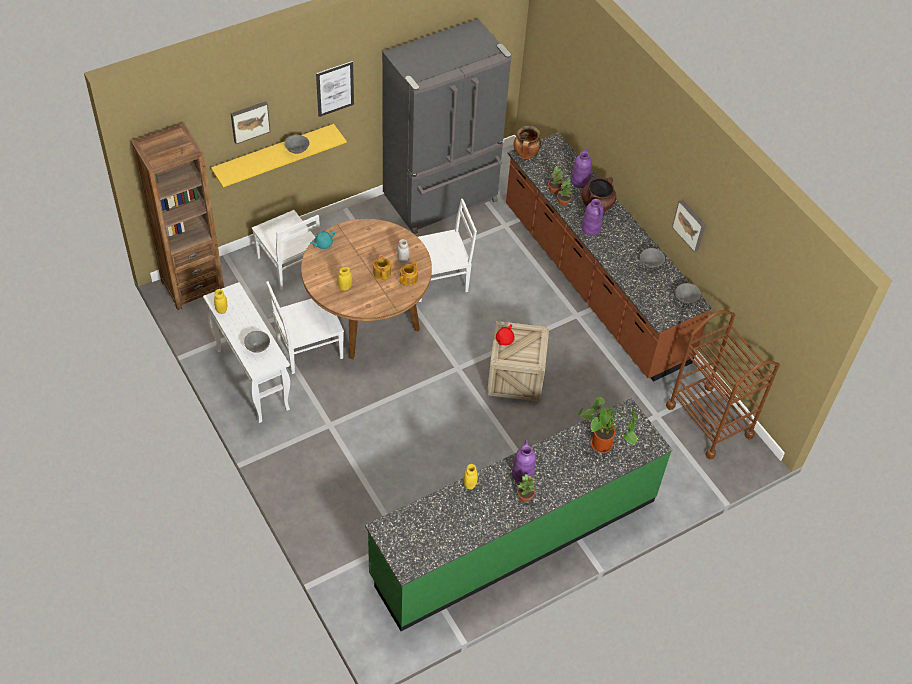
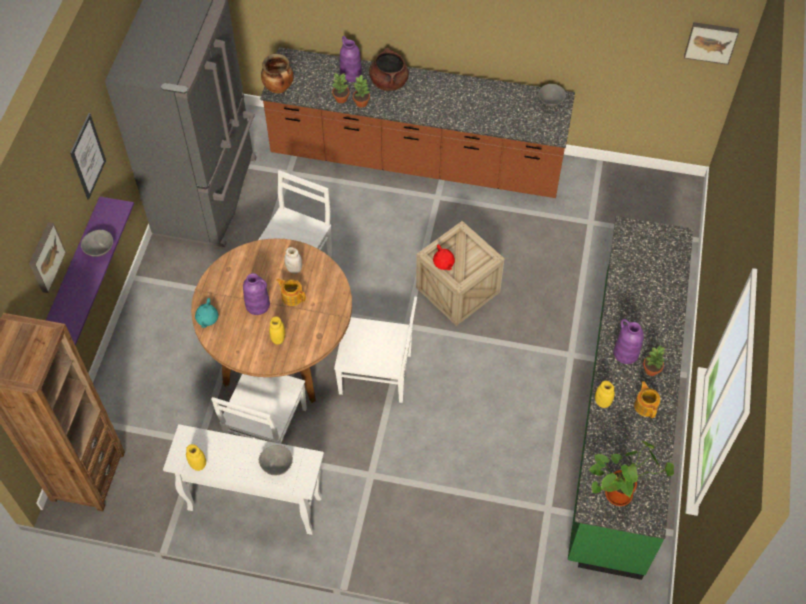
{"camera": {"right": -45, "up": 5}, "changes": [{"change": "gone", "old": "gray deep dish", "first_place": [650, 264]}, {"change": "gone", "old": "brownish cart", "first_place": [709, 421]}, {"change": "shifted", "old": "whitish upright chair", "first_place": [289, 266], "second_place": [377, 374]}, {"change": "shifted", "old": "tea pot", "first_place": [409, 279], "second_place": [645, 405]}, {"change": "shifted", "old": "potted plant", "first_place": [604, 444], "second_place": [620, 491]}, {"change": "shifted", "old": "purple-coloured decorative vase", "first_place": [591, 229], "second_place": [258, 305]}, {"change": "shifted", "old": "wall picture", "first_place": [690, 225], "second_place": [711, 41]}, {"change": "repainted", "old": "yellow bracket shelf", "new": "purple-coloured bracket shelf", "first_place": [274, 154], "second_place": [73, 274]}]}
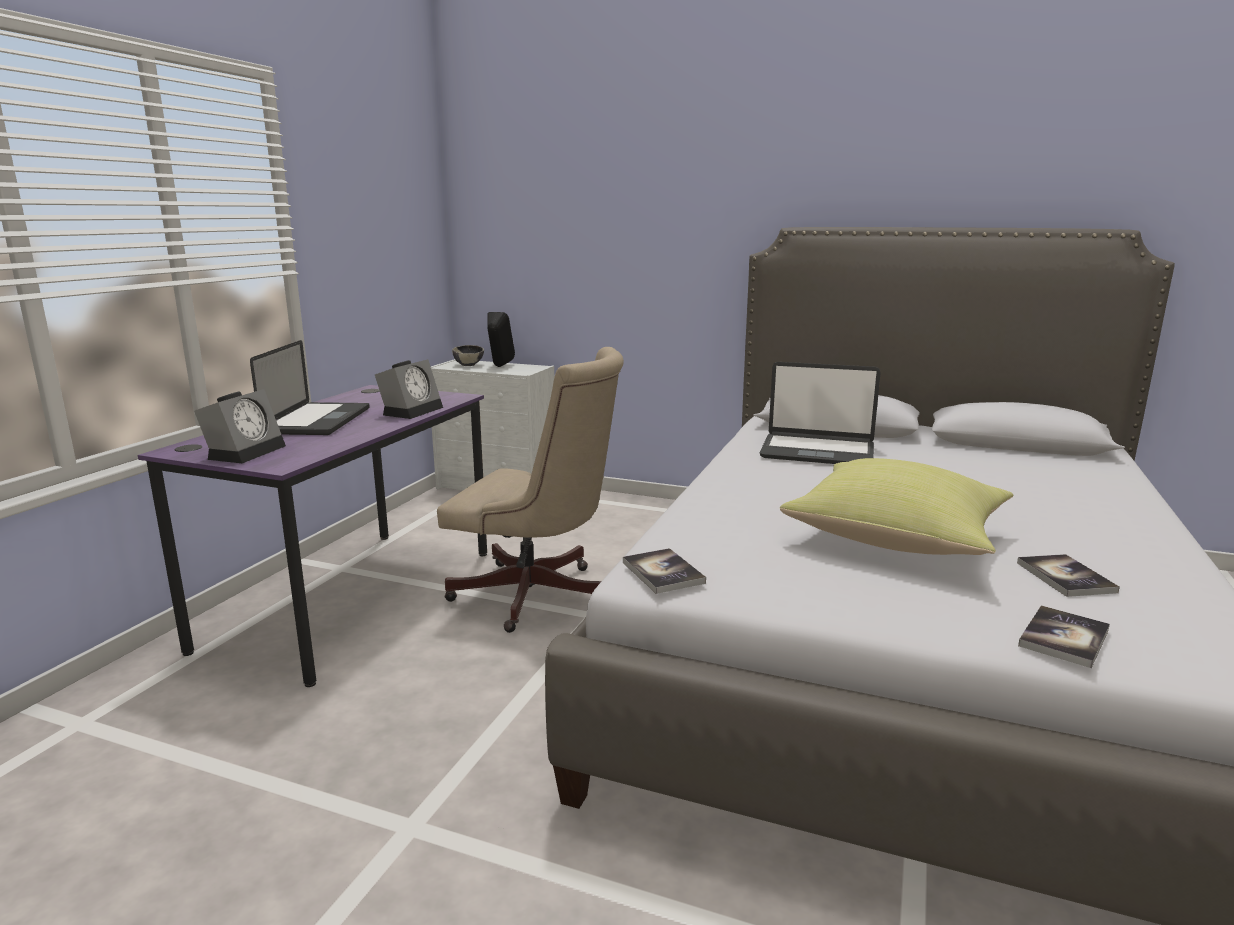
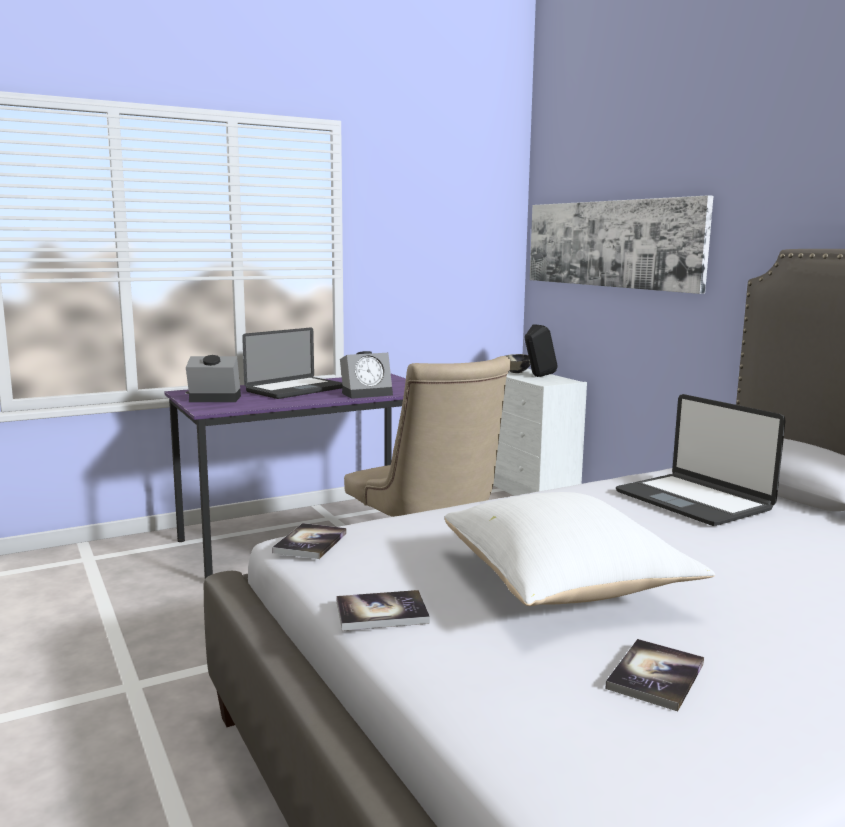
{"camera": {"right": 40, "up": -5}, "changes": [{"change": "new", "new": "wall picture", "second_place": [611, 243]}, {"change": "shifted", "old": "bound book", "first_place": [1064, 638], "second_place": [381, 612]}, {"change": "repainted", "old": "yellow throw pillow", "new": "whitish throw pillow", "first_place": [898, 539], "second_place": [566, 587]}, {"change": "rotated", "old": "alarm clock", "first_place": [246, 451], "second_place": [213, 399], "degrees": -150}]}
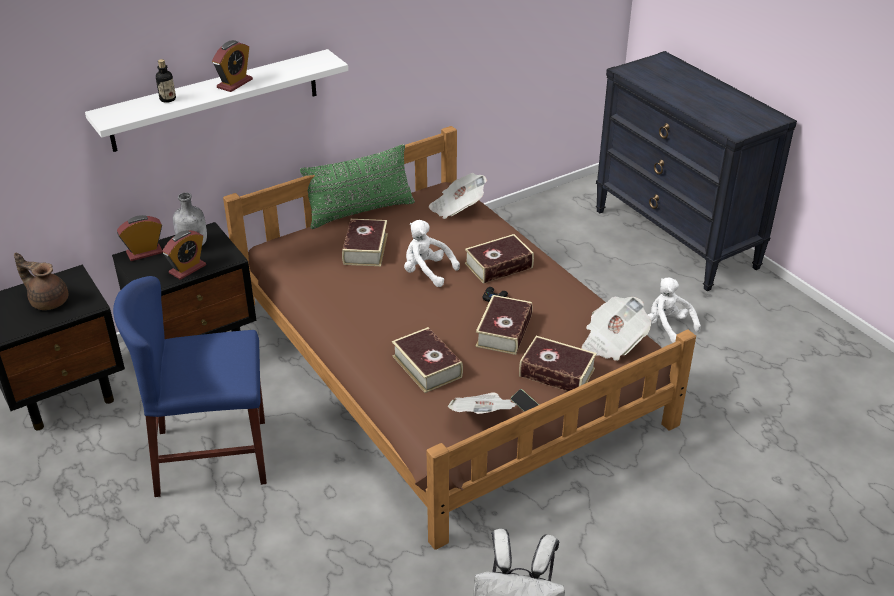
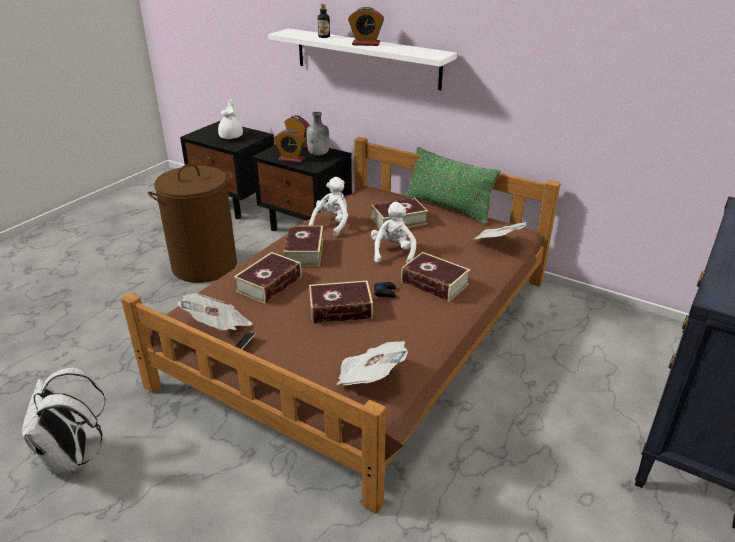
{"camera": {"right": 65, "up": -5}, "changes": [{"change": "shifted", "old": "bound book", "first_place": [557, 372], "second_place": [304, 252]}, {"change": "shifted", "old": "whitish soft toy", "first_place": [668, 326], "second_place": [332, 224]}, {"change": "swapped", "old": "blue upright chair", "new": "brownish washing basket", "first_place": [212, 456], "second_place": [204, 265]}, {"change": "repainted", "old": "brownish tea pot", "new": "whitish tea pot", "first_place": [48, 300], "second_place": [232, 136]}]}
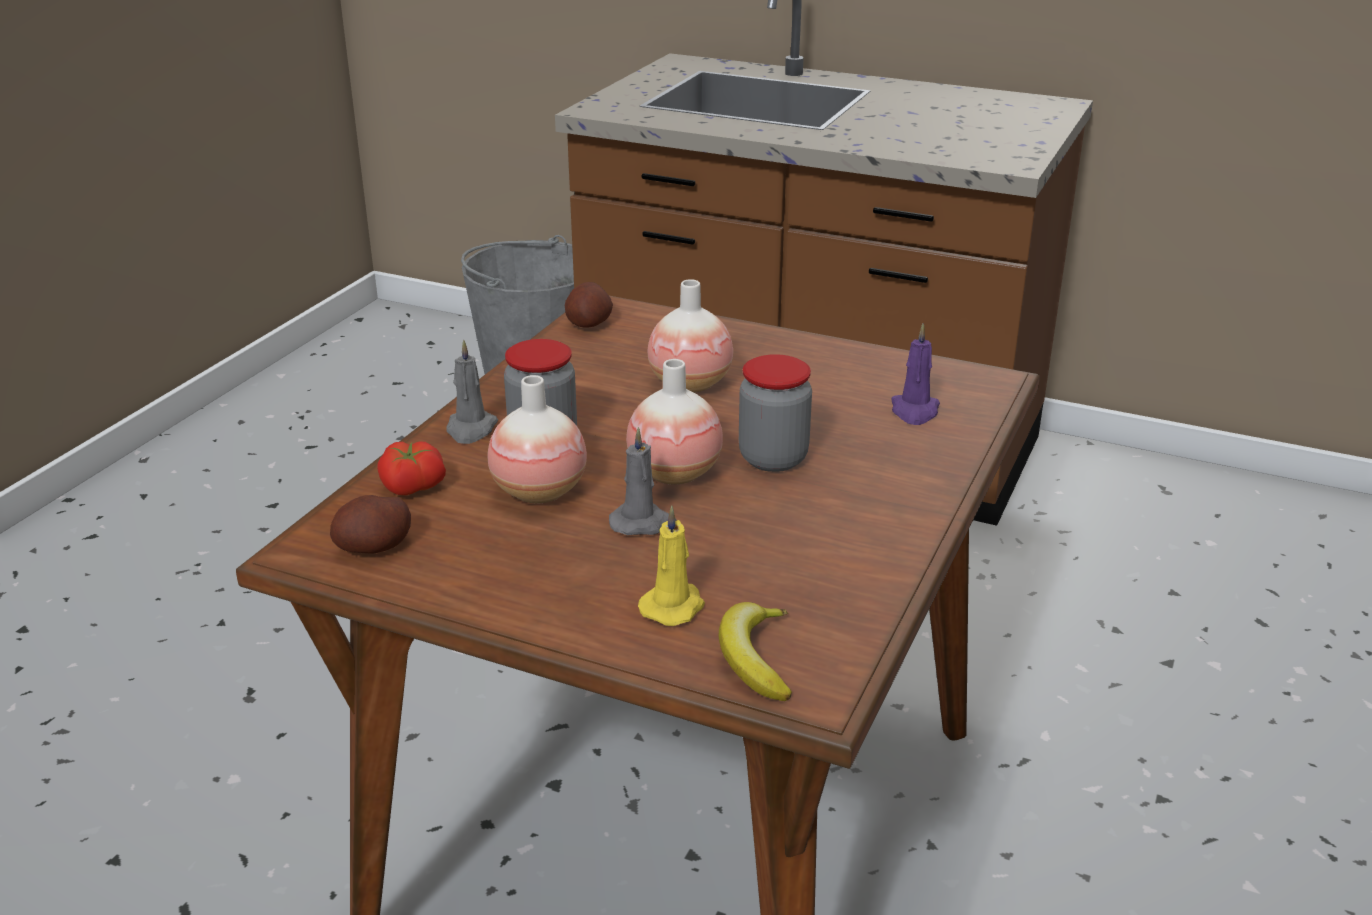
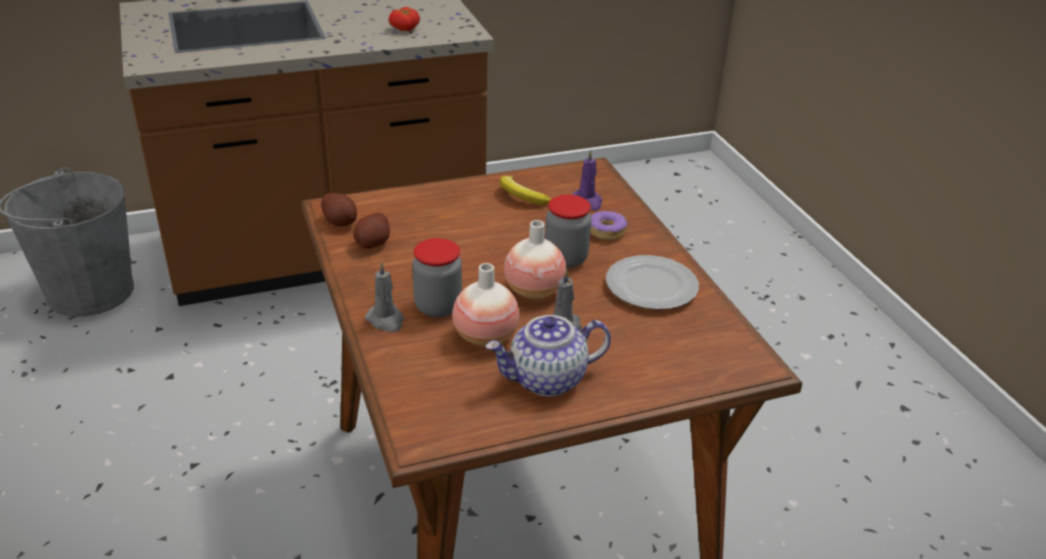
{"camera": {"right": -45, "up": 5}, "changes": [{"change": "gone", "old": "yellow wax candle", "first_place": [674, 606]}, {"change": "gone", "old": "decorative vase", "first_place": [690, 384]}, {"change": "new", "new": "tea pot", "second_place": [547, 380]}, {"change": "new", "new": "donut", "second_place": [606, 231]}, {"change": "new", "new": "flat dish", "second_place": [650, 287]}, {"change": "shifted", "old": "spud", "first_place": [374, 547], "second_place": [373, 243]}, {"change": "shifted", "old": "fresh tomato", "first_place": [411, 488], "second_place": [405, 29]}, {"change": "shifted", "old": "banana fruit", "first_place": [755, 658], "second_place": [521, 196]}]}
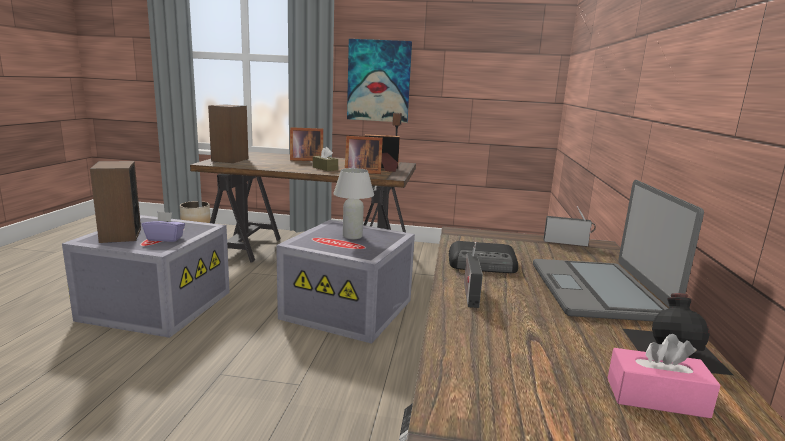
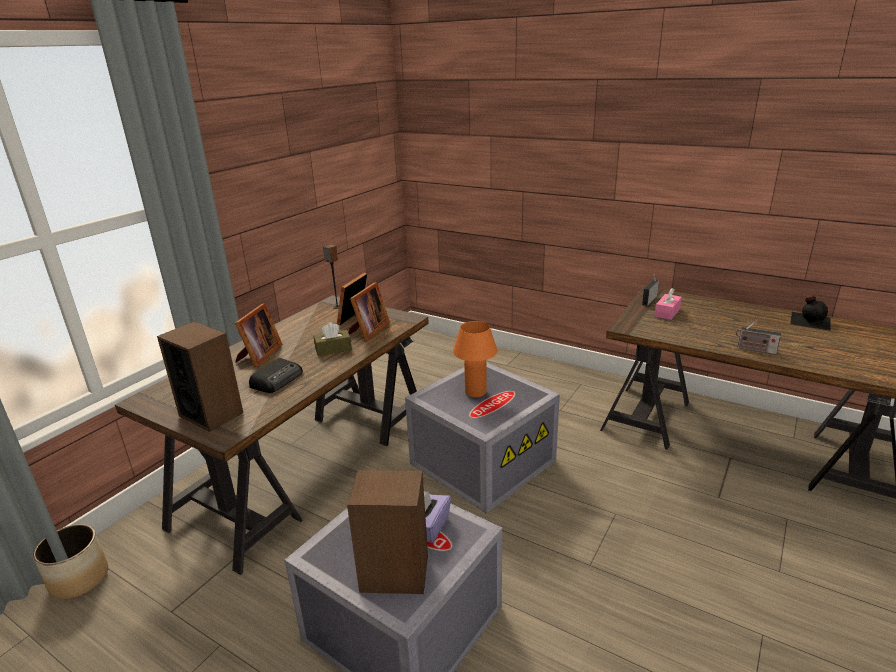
{"camera": {"right": -65, "up": 10}, "changes": [{"change": "gone", "old": "wall picture", "first_place": [379, 81]}, {"change": "gone", "old": "portable computer", "first_place": [598, 291]}, {"change": "shifted", "old": "radio", "first_place": [483, 264], "second_place": [277, 379]}, {"change": "shifted", "old": "pink tissue holder", "first_place": [656, 397], "second_place": [667, 312]}, {"change": "repainted", "old": "whitish table lamp", "new": "orange table lamp", "first_place": [352, 236], "second_place": [475, 392]}]}
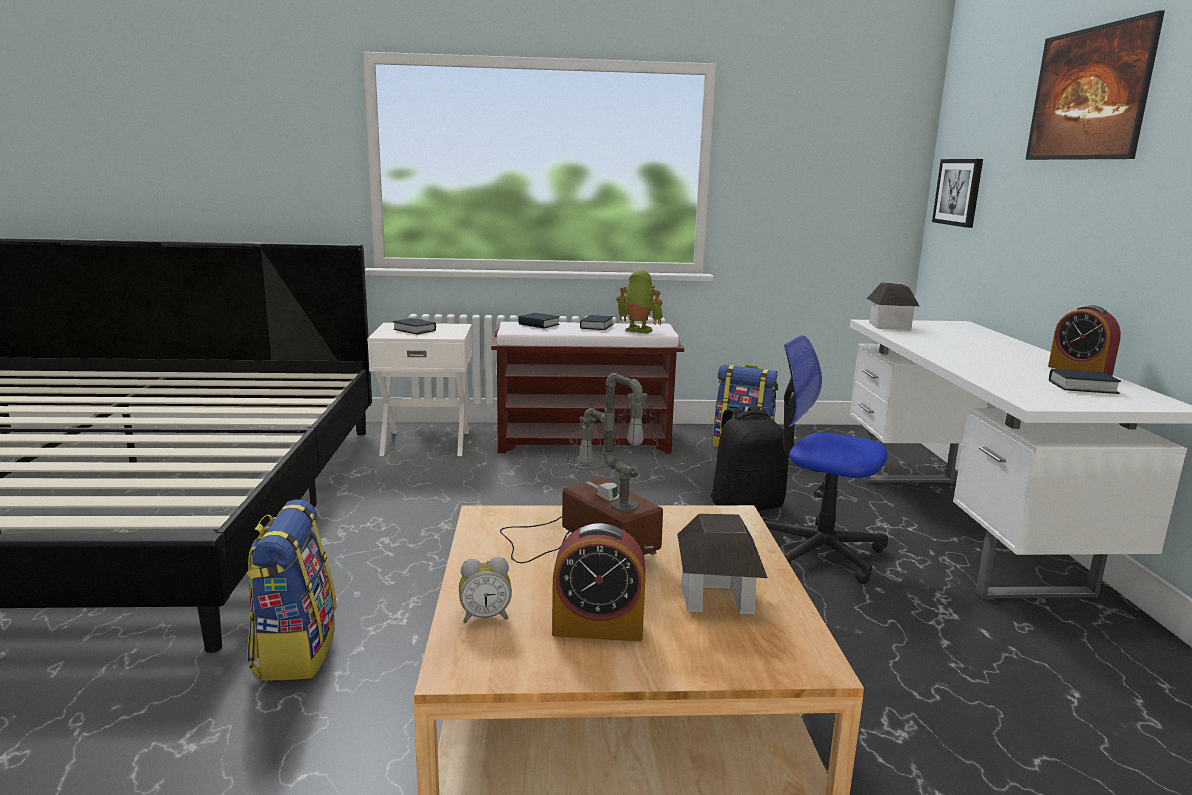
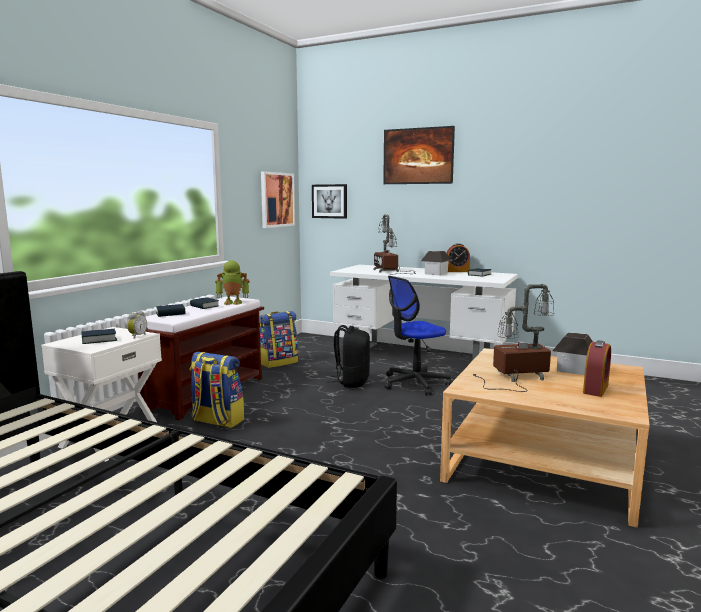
{"camera": {"right": -60, "up": -5}, "changes": [{"change": "new", "new": "wall picture", "second_place": [277, 199]}, {"change": "new", "new": "table lamp", "second_place": [390, 271]}, {"change": "shifted", "old": "rucksack", "first_place": [294, 650], "second_place": [216, 421]}, {"change": "shifted", "old": "alarm clock", "first_place": [485, 616], "second_place": [137, 336]}, {"change": "shifted", "old": "miniature house", "first_place": [889, 326], "second_place": [436, 273]}, {"change": "rotated", "old": "model robot", "first_place": [637, 331], "second_place": [233, 302], "degrees": -150}]}
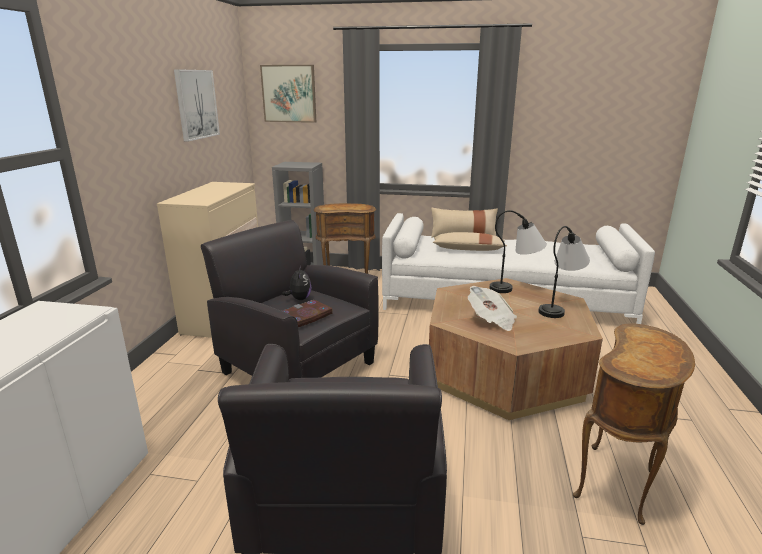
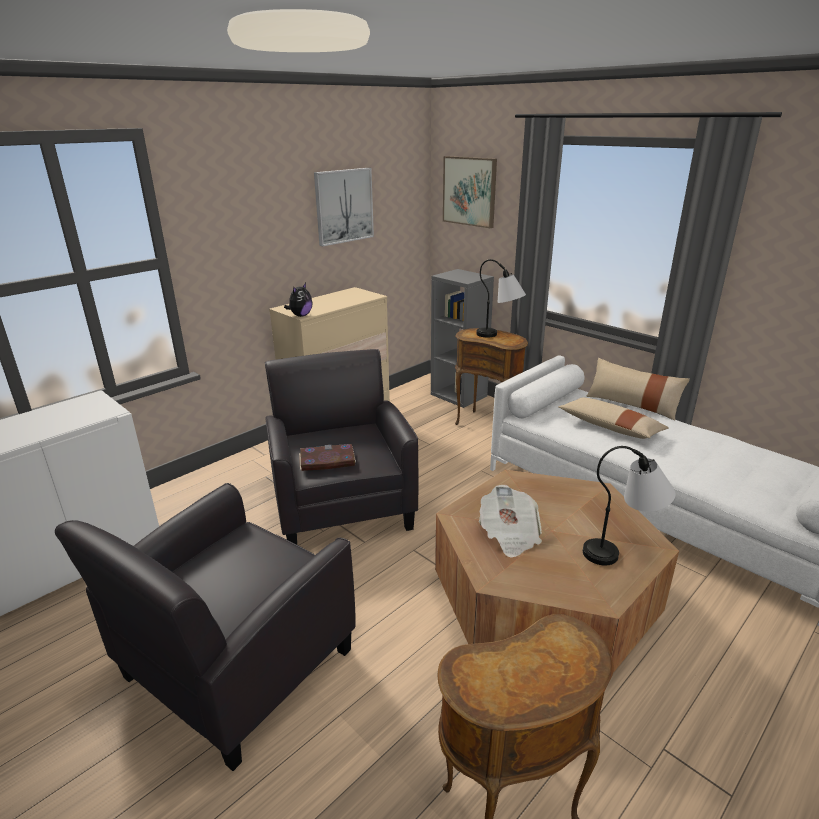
{"camera": {"right": 35, "up": 5}, "changes": [{"change": "shifted", "old": "soft toy", "first_place": [299, 299], "second_place": [300, 315]}, {"change": "shifted", "old": "table lamp", "first_place": [516, 288], "second_place": [499, 336]}]}
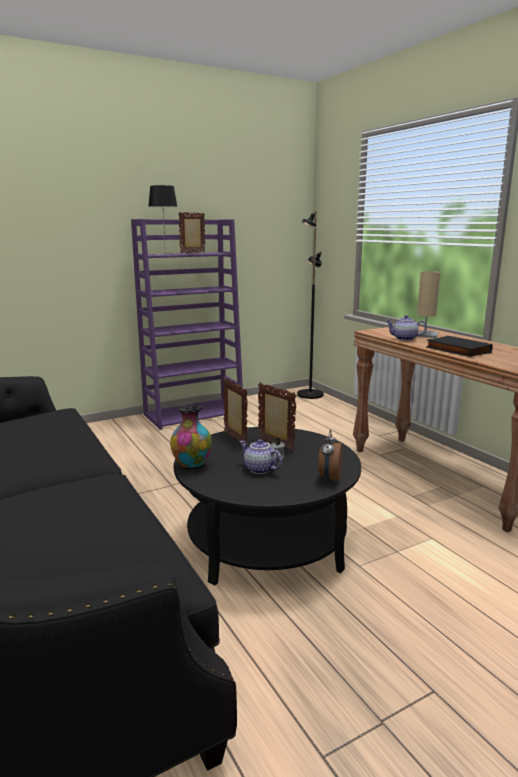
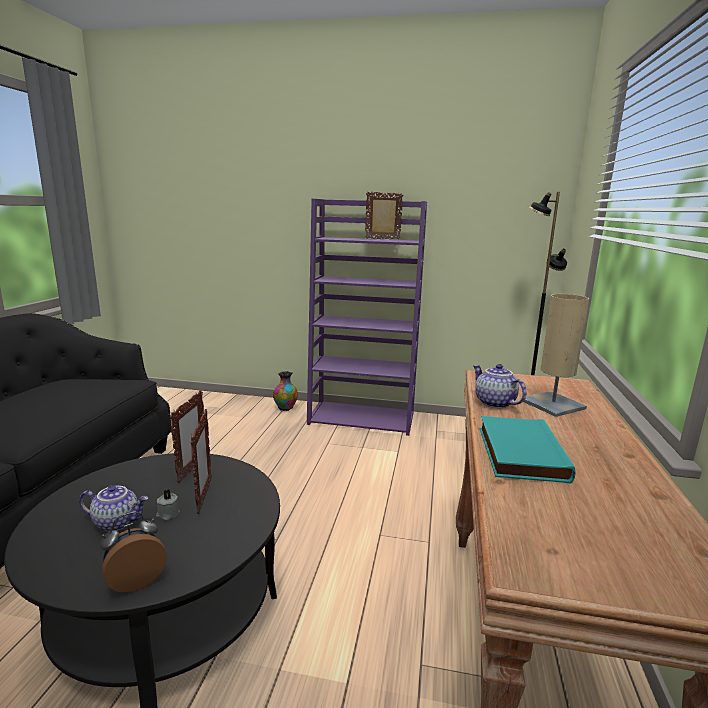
{"camera": {"right": 40, "up": 0}, "changes": [{"change": "gone", "old": "table lamp", "first_place": [165, 254]}, {"change": "shifted", "old": "decorative vase", "first_place": [192, 466], "second_place": [285, 408]}, {"change": "repainted", "old": "black bound book", "new": "blue-green bound book", "first_place": [456, 350], "second_place": [518, 453]}, {"change": "rotated", "old": "tea pot", "first_place": [259, 469], "second_place": [117, 522], "degrees": 105}]}
